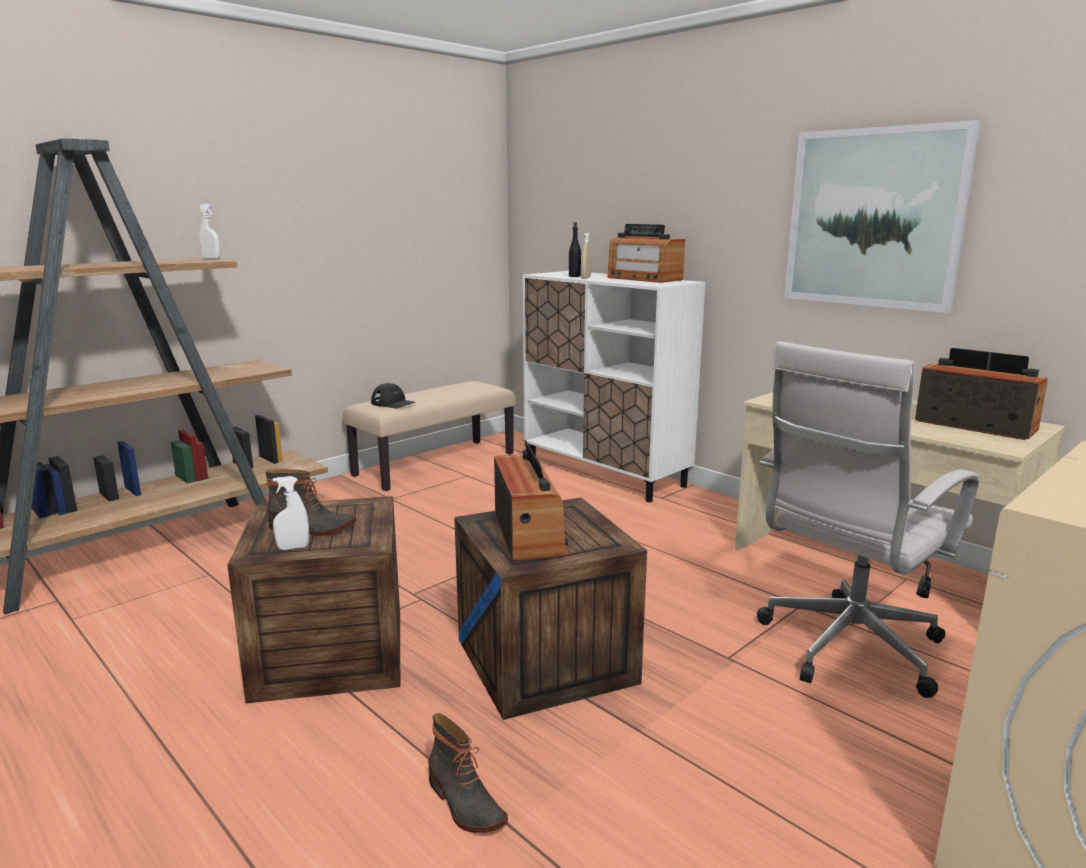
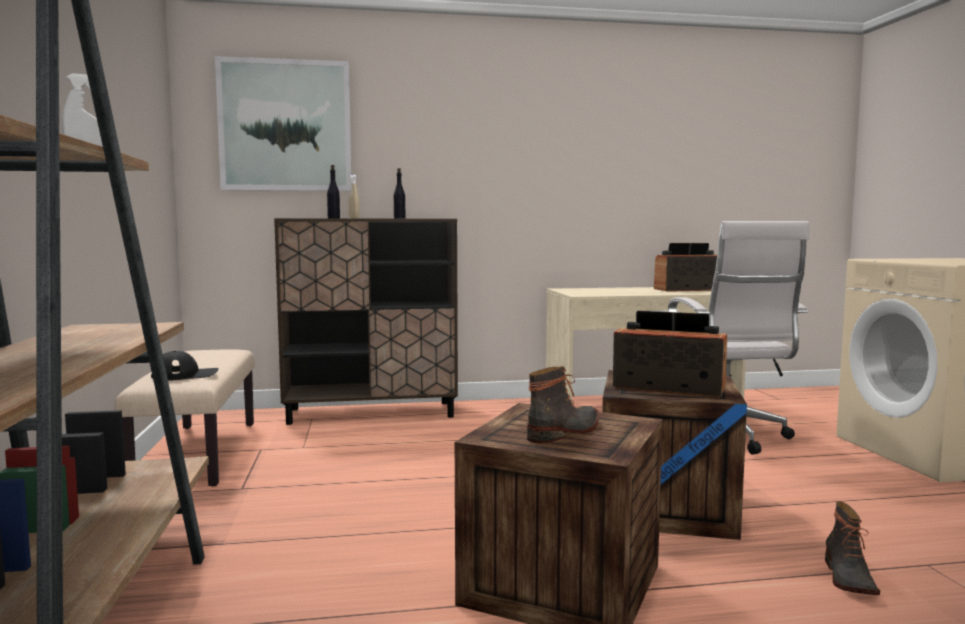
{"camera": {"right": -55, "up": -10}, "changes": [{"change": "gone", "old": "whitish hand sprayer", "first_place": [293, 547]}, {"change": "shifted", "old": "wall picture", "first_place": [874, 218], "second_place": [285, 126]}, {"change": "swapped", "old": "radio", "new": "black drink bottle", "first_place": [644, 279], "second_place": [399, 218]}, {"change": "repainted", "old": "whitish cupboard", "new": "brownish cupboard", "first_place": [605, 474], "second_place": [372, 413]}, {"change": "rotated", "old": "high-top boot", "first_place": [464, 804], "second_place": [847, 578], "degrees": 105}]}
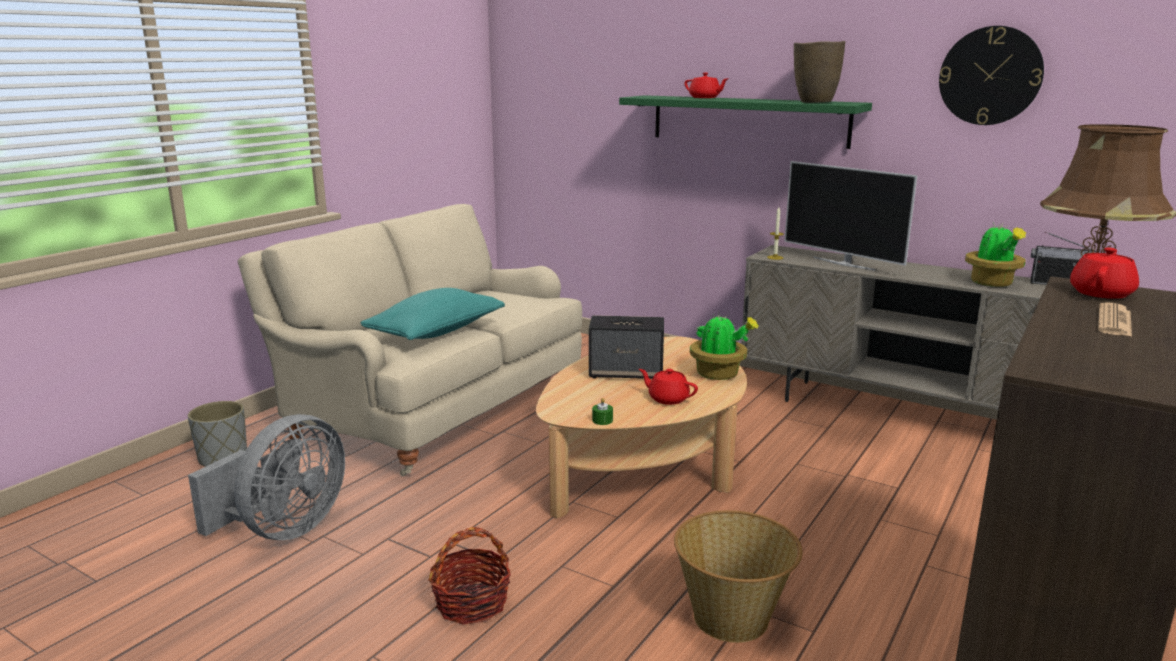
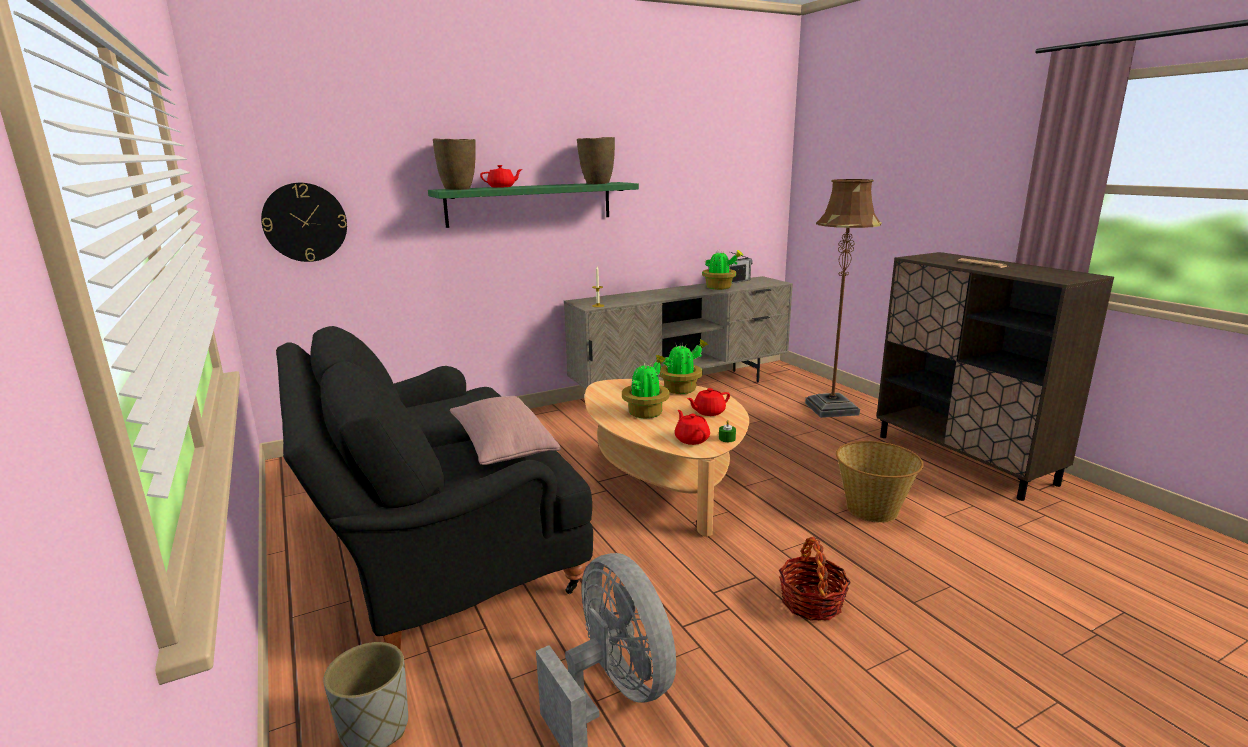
{"camera": {"right": -60, "up": 0}, "changes": [{"change": "gone", "old": "TV set", "first_place": [844, 263]}, {"change": "new", "new": "brownish decorative vase", "second_place": [458, 189]}, {"change": "shifted", "old": "hanging clock", "first_place": [990, 76], "second_place": [305, 222]}, {"change": "shifted", "old": "red tea pot", "first_place": [1101, 293], "second_place": [691, 439]}, {"change": "swapped", "old": "loudspeaker", "new": "potted plant", "first_place": [627, 373], "second_place": [646, 412]}, {"change": "repainted", "old": "beige-coloured couch", "new": "black couch", "first_place": [431, 407], "second_place": [435, 546]}, {"change": "repainted", "old": "blue-green throw pillow", "new": "pink throw pillow", "first_place": [436, 332], "second_place": [503, 447]}]}
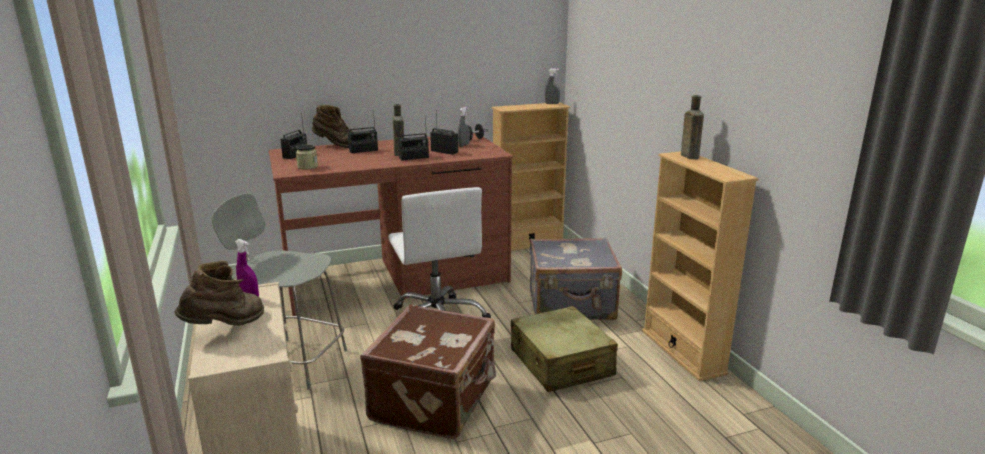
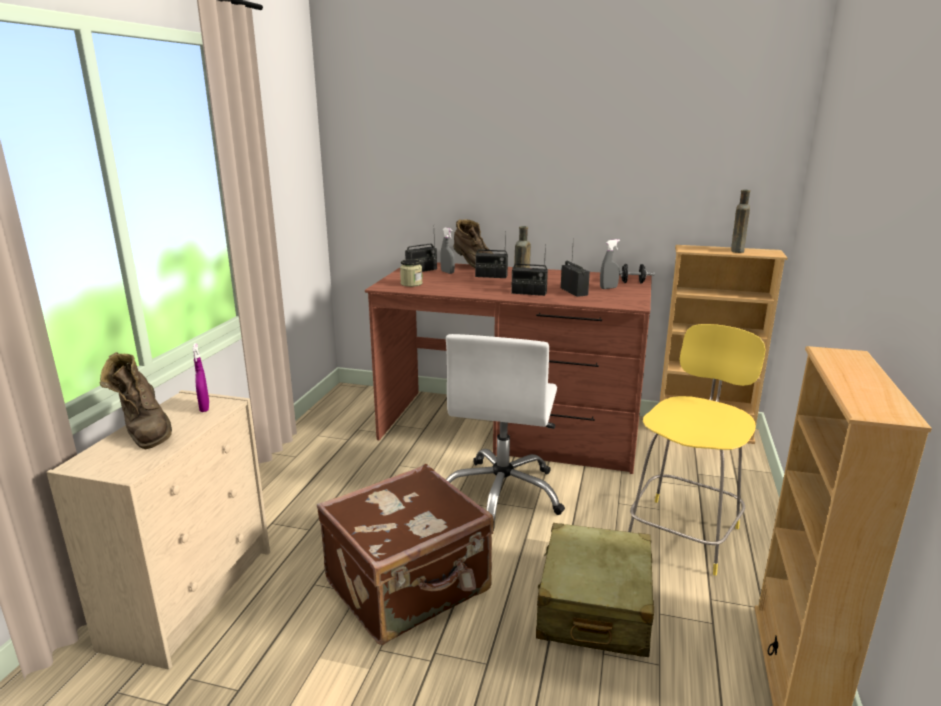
{"camera": {"right": 35, "up": 0}, "changes": [{"change": "gone", "old": "gray stool seat", "first_place": [293, 362]}, {"change": "shifted", "old": "gray hand sprayer", "first_place": [552, 104], "second_place": [447, 272]}, {"change": "shifted", "old": "brownish drink bottle", "first_place": [688, 156], "second_place": [737, 250]}, {"change": "swapped", "old": "gray travel case", "new": "yellow stool seat", "first_place": [572, 305], "second_place": [684, 532]}, {"change": "rotated", "old": "brownish high-top boot", "first_place": [226, 327], "second_place": [145, 431], "degrees": 75}]}
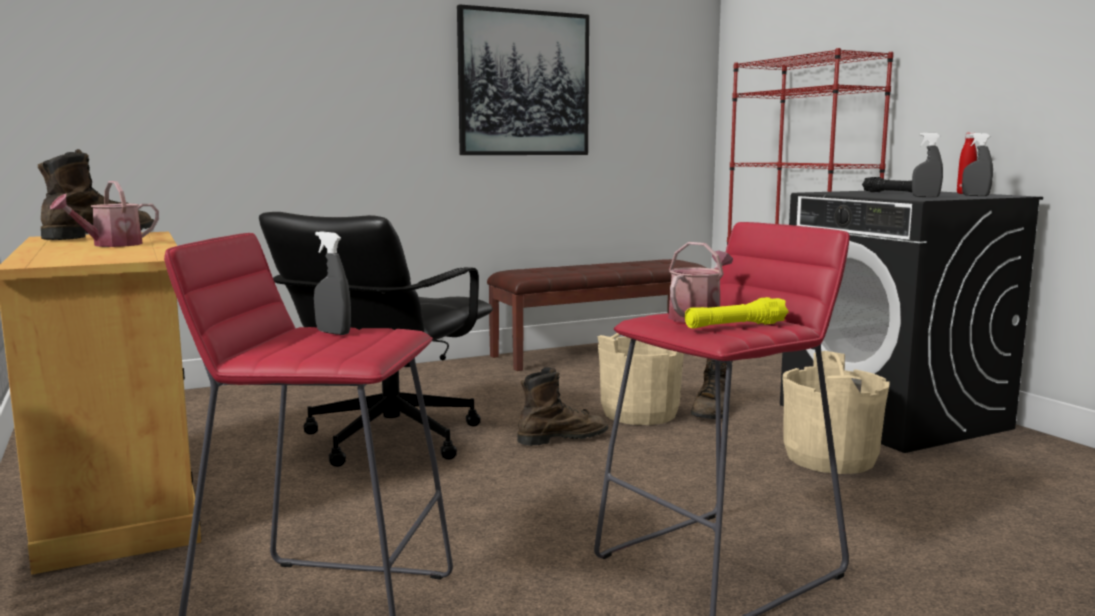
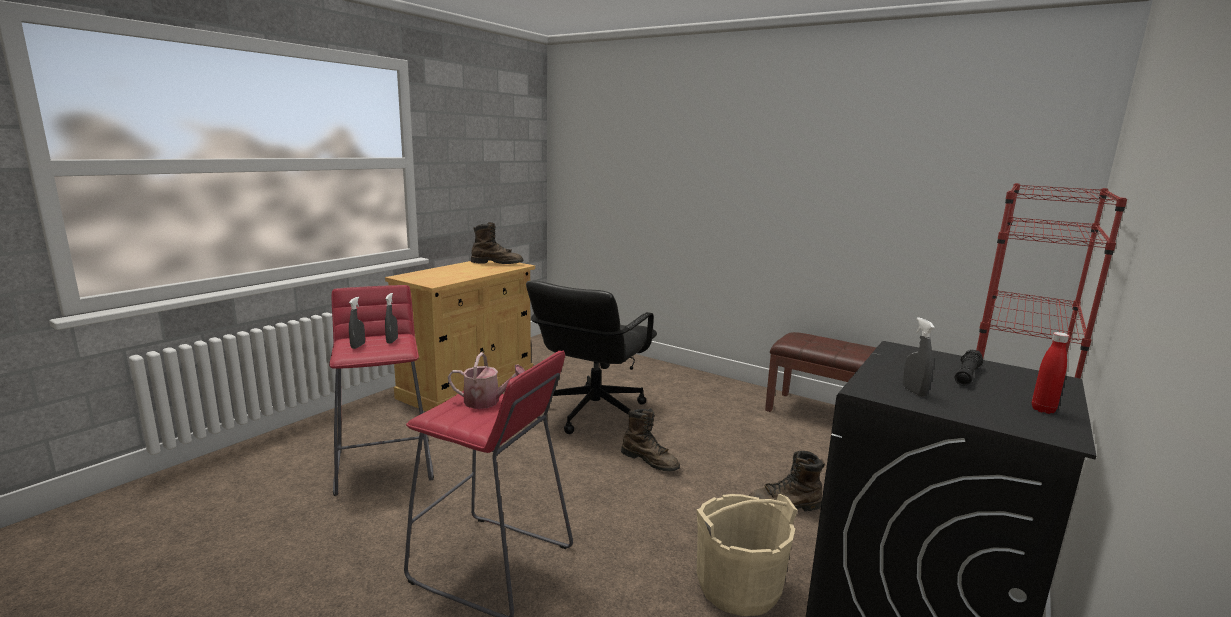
{"camera": {"right": 60, "up": 5}, "changes": [{"change": "gone", "old": "watering pot", "first_place": [111, 245]}, {"change": "gone", "old": "wall picture", "first_place": [524, 84]}, {"change": "gone", "old": "beige-coloured pail", "first_place": [639, 413]}, {"change": "gone", "old": "yellow torch", "first_place": [735, 326]}, {"change": "shifted", "old": "gray hand sprayer", "first_place": [975, 196], "second_place": [358, 346]}, {"change": "rotated", "old": "black office chair", "first_place": [389, 439], "second_place": [593, 412], "degrees": -60}]}
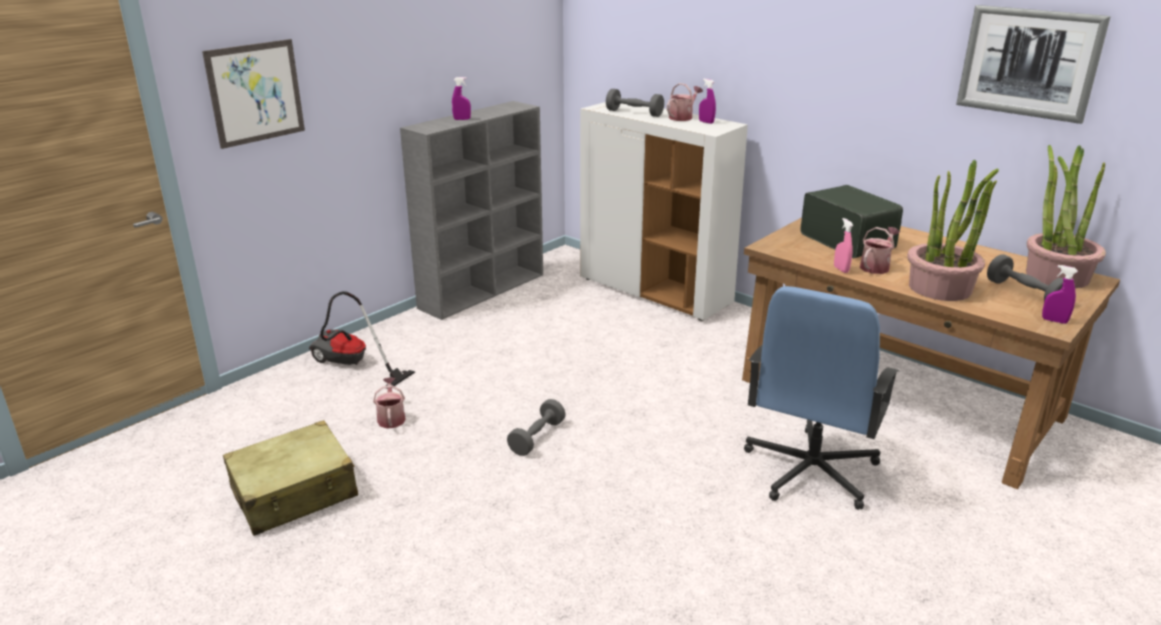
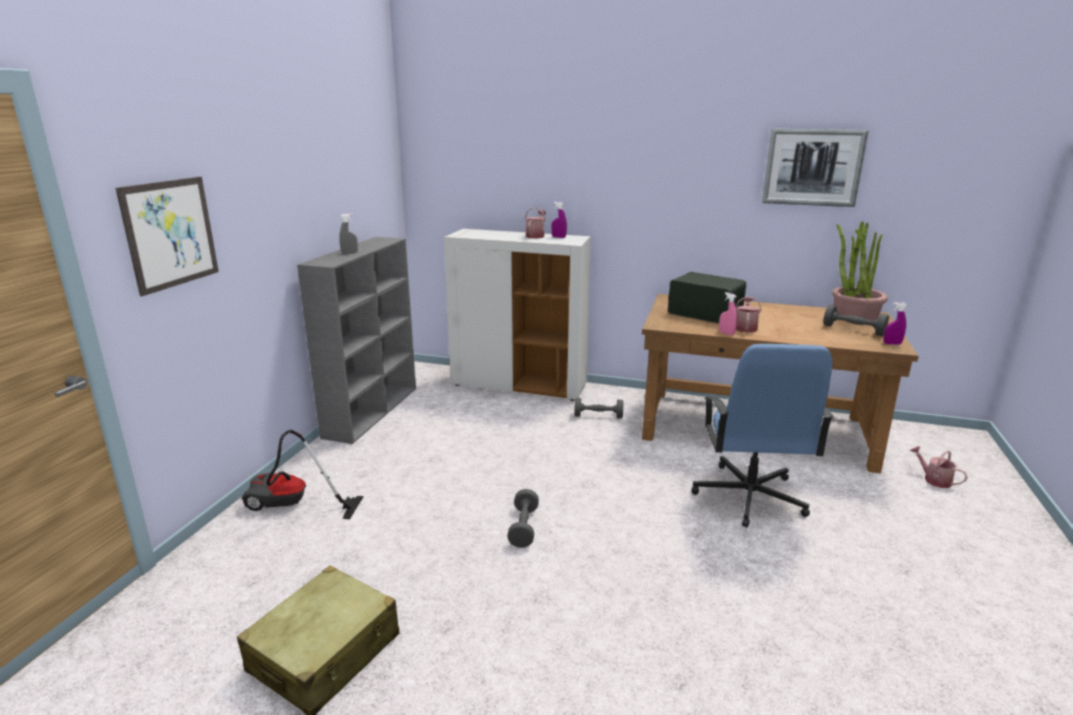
{"camera": {"right": -25, "up": -5}, "changes": [{"change": "gone", "old": "potted plant", "first_place": [940, 288]}, {"change": "shifted", "old": "watering pot", "first_place": [391, 418], "second_place": [933, 479]}, {"change": "shifted", "old": "gray dumbbell", "first_place": [634, 113], "second_place": [598, 416]}, {"change": "repainted", "old": "purple-coloured hand sprayer", "new": "gray hand sprayer", "first_place": [462, 119], "second_place": [349, 253]}]}
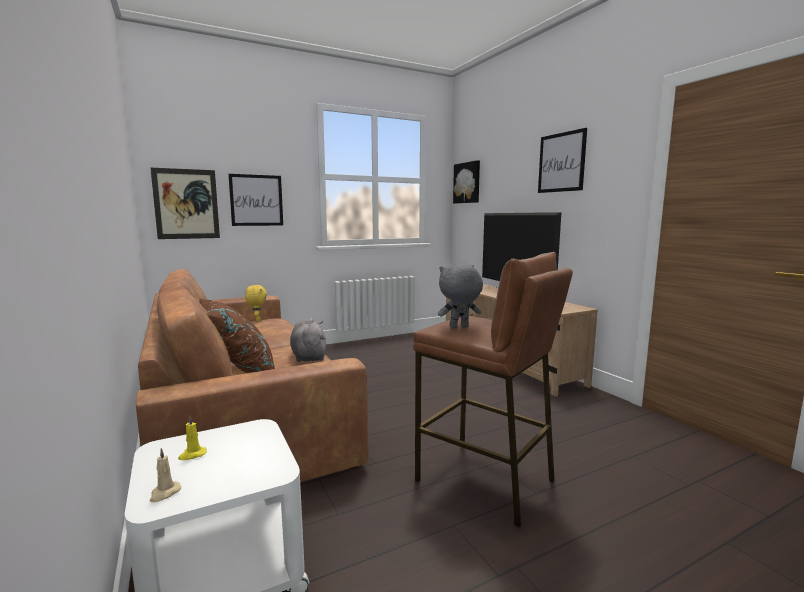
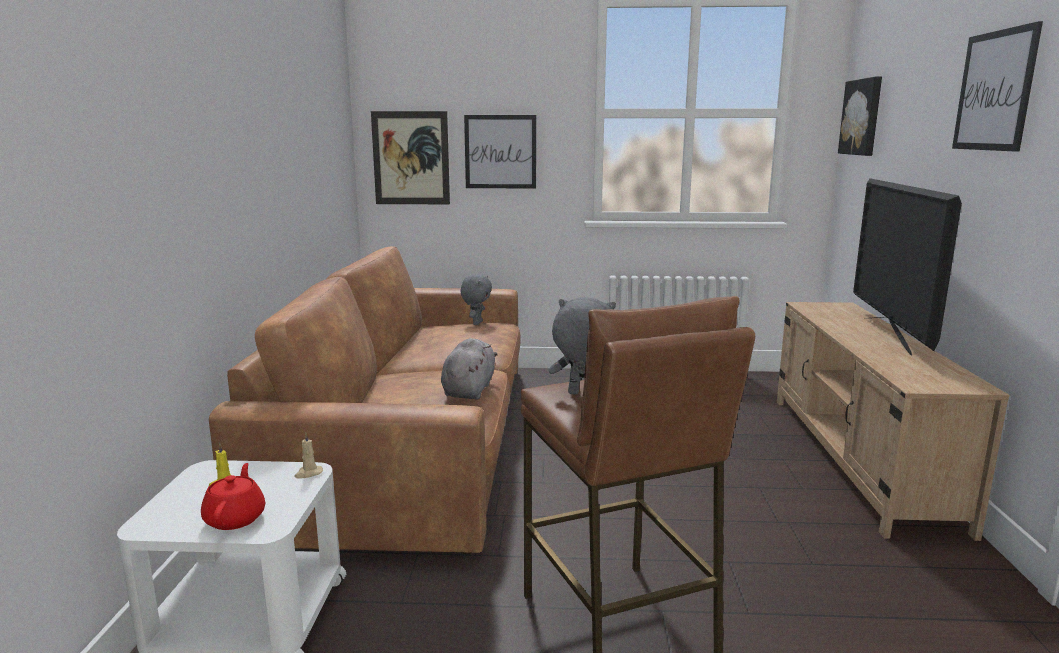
{"camera": {"right": 30, "up": 5}, "changes": [{"change": "gone", "old": "brownish throw pillow", "first_place": [238, 370]}, {"change": "new", "new": "red tea pot", "second_place": [236, 518]}, {"change": "shifted", "old": "beige-coloured wax candle", "first_place": [164, 493], "second_place": [308, 473]}, {"change": "repainted", "old": "yellow soft toy", "new": "gray soft toy", "first_place": [257, 320], "second_place": [476, 323]}]}
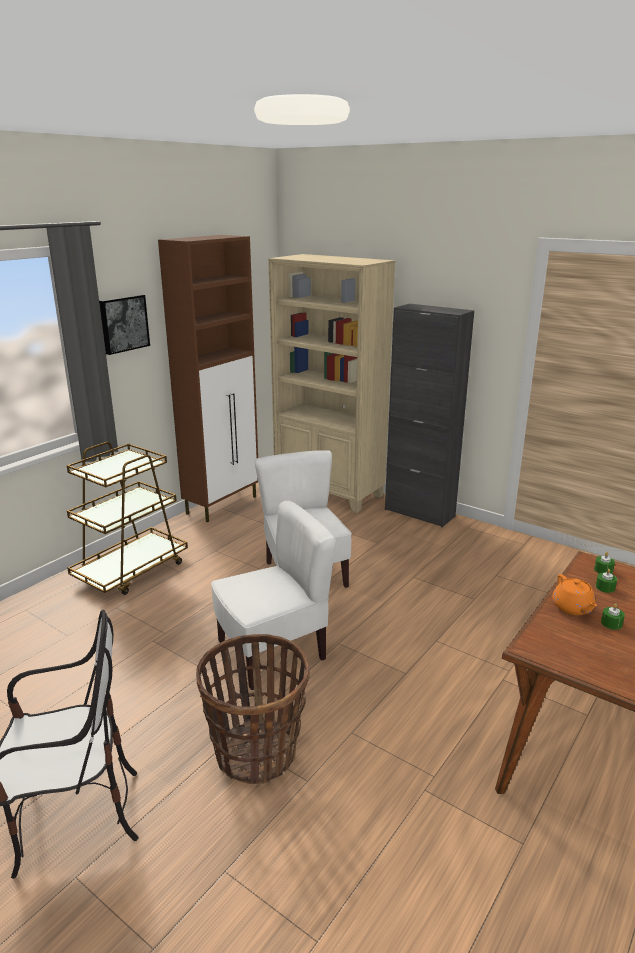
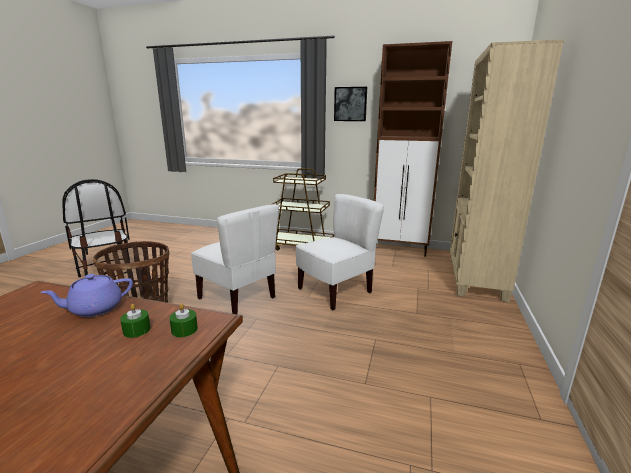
{"camera": {"right": 70, "up": -5}, "changes": [{"change": "gone", "old": "black cupboard", "first_place": [419, 513]}, {"change": "gone", "old": "green wax candle", "first_place": [611, 623]}, {"change": "repainted", "old": "orange tea pot", "new": "purple-coloured tea pot", "first_place": [572, 608], "second_place": [95, 309]}]}
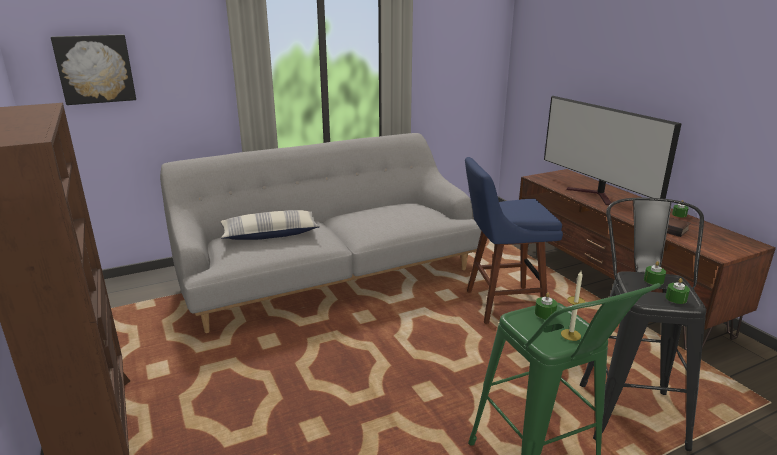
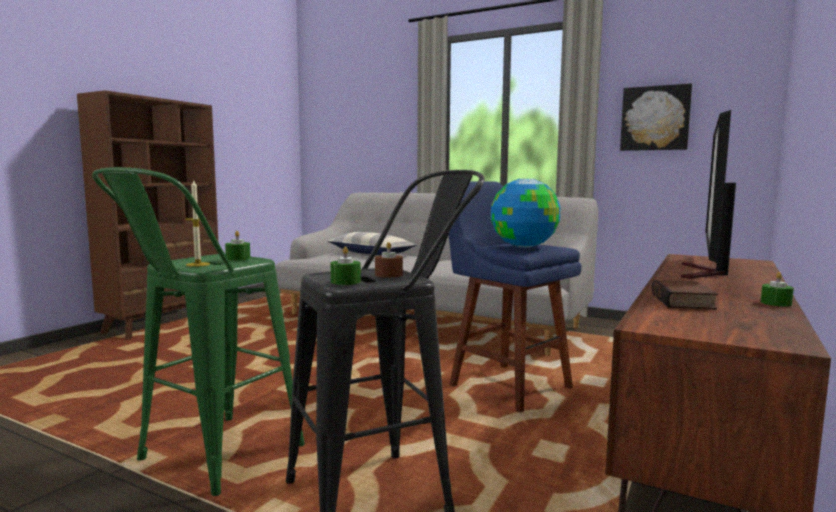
{"camera": {"right": 55, "up": -15}, "changes": [{"change": "new", "new": "globe", "second_place": [523, 246]}, {"change": "shifted", "old": "wall picture", "first_place": [95, 69], "second_place": [655, 118]}, {"change": "repainted", "old": "green wax candle", "new": "brownish wax candle", "first_place": [653, 280], "second_place": [388, 275]}]}
